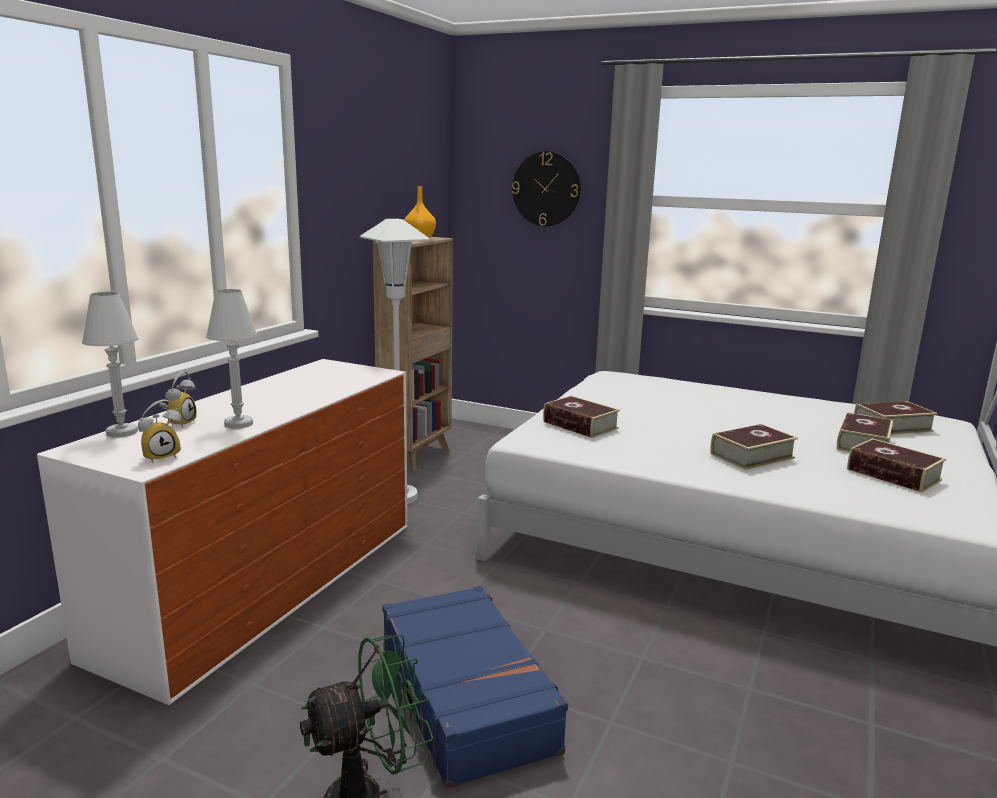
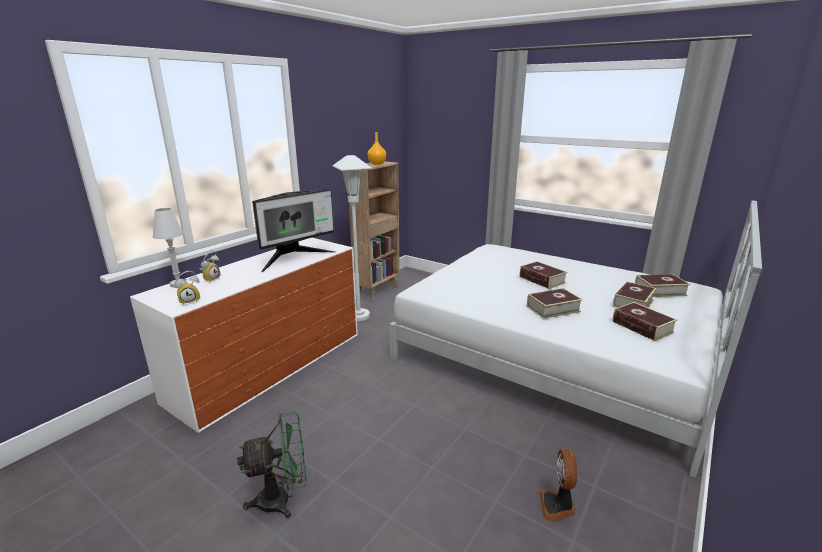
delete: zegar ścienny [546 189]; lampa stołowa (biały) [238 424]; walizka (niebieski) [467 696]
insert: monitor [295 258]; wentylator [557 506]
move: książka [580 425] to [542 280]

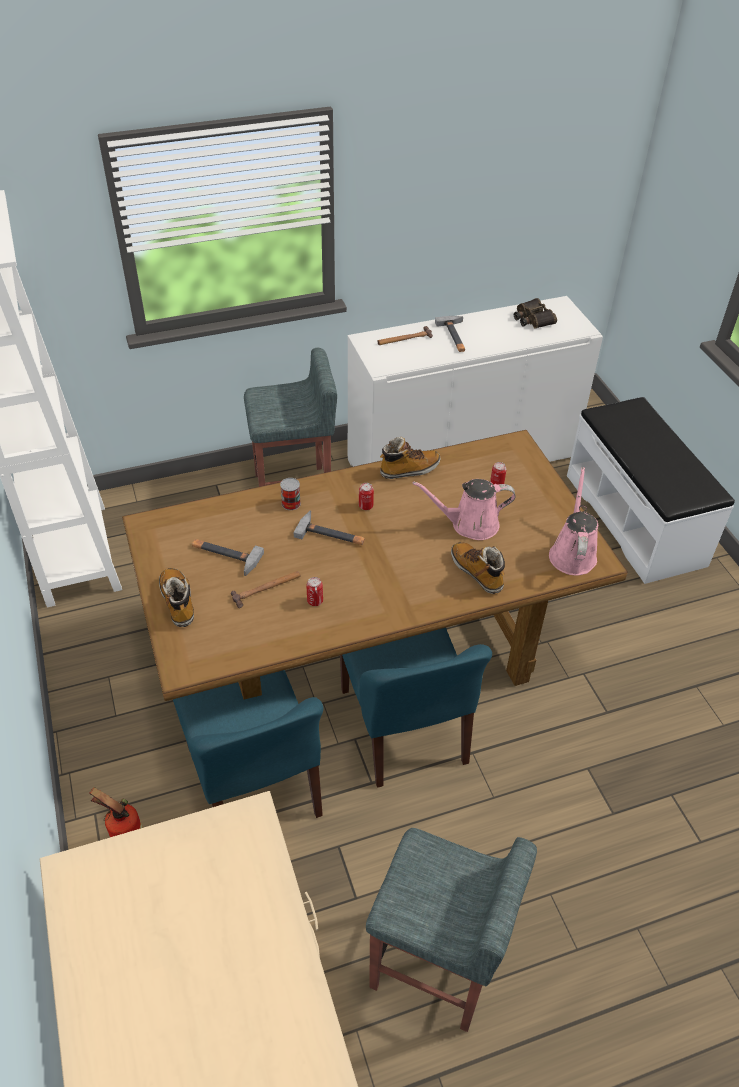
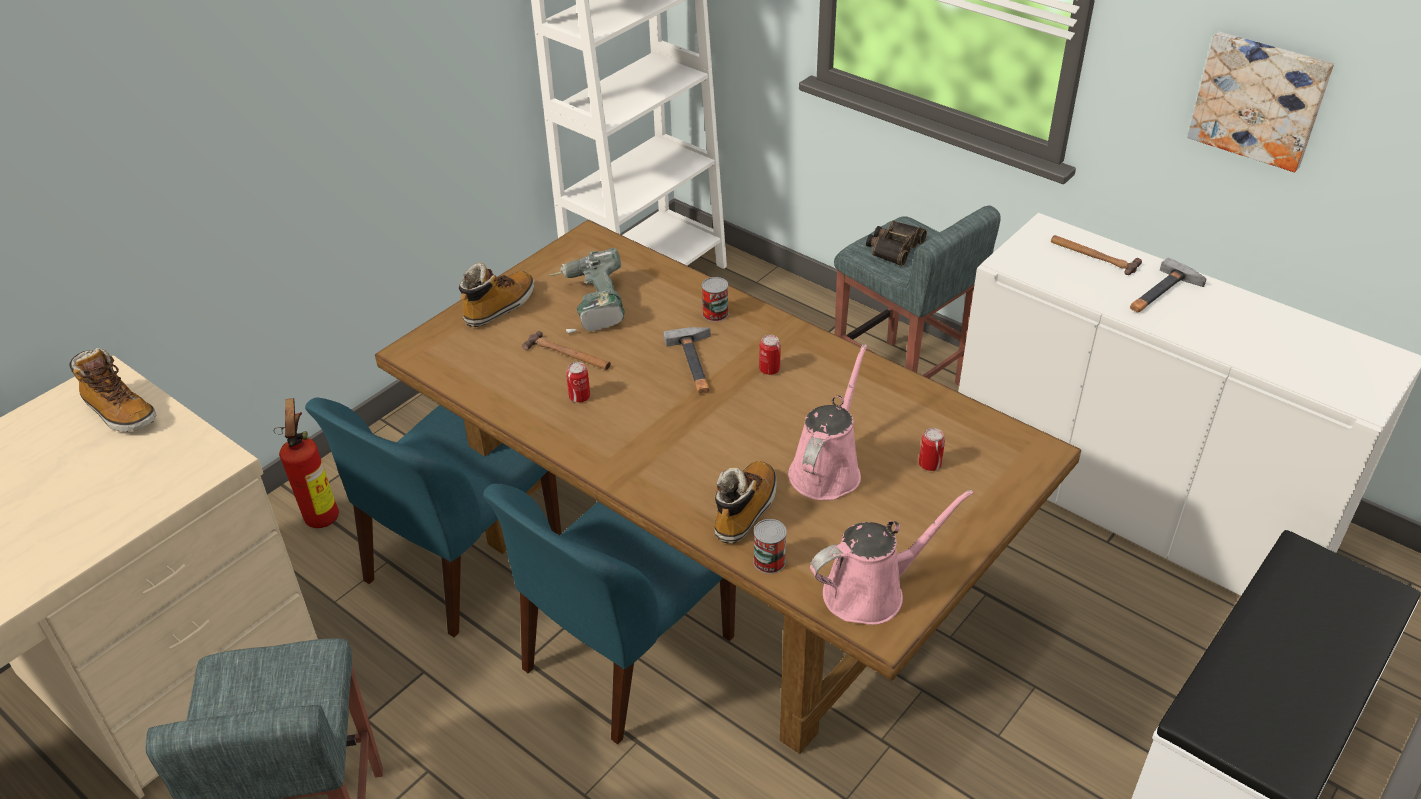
insert: obraz [1259 99]; puszka [769 561]
move: lornetka [532 318] to [894 247]; but z cholewką [409 470] to [119 412]
replace: młotek [224 555] to wiertarka [591 306]
rotate: konewka (różowy) [470 524] = [827 469] 60 degrees clockwise

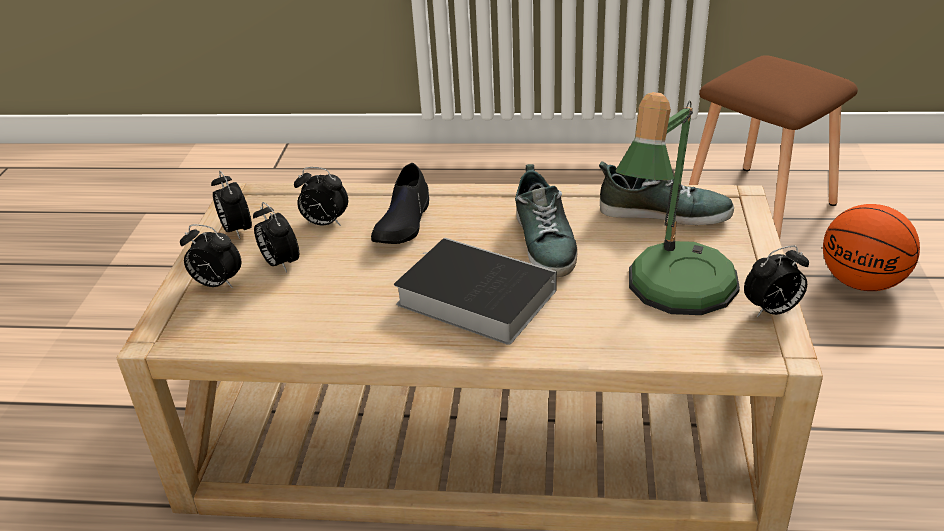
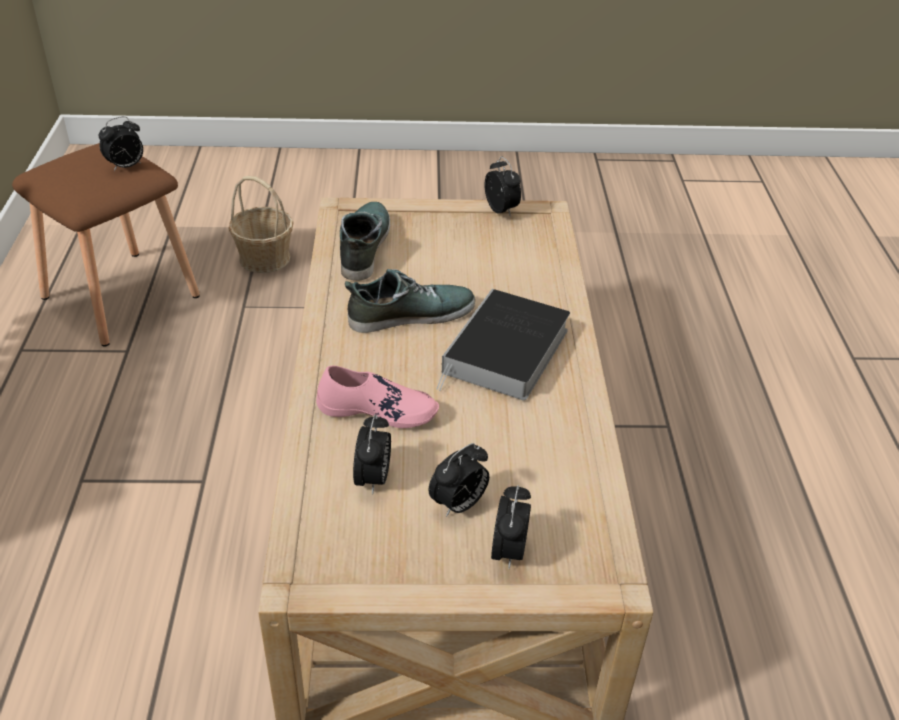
delete: lampa stołowa [673 292]
move: budzik [236 230] to [126 167]
replace: piłka do koszykówki [862 283] to koszyk [264 258]
recolor: but (czarny) [403 222] to but (różowy) [378 409]

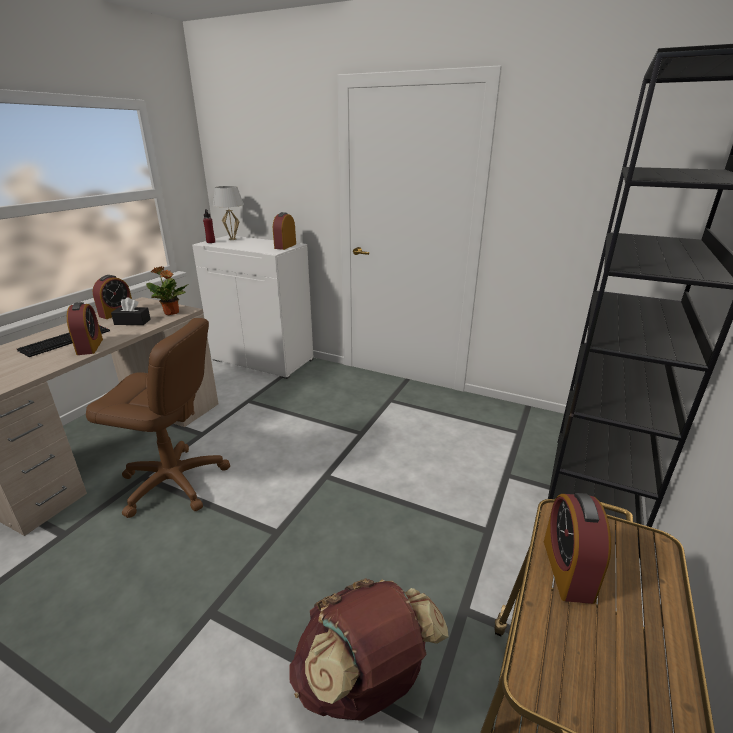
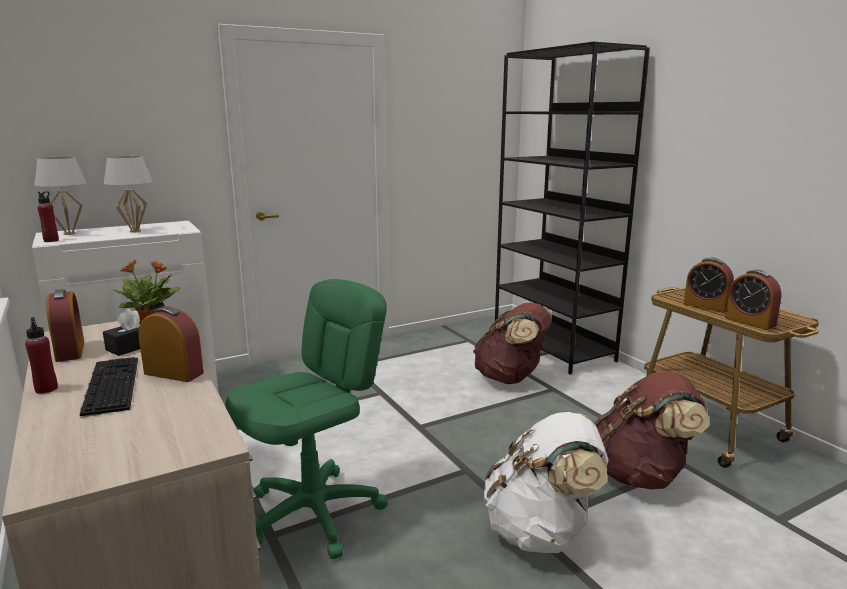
insert: lampa stołowa (biały) [135 231]; plecak (brązowy) [511 378]; butelka (czerwony) [46 389]; plecak (biały) [541 532]
move: budzik [285 246] to [750 322]
recolor: krzesło biurowe (brązowy) [174 482] to krzesło biurowe (zielony) [314 514]

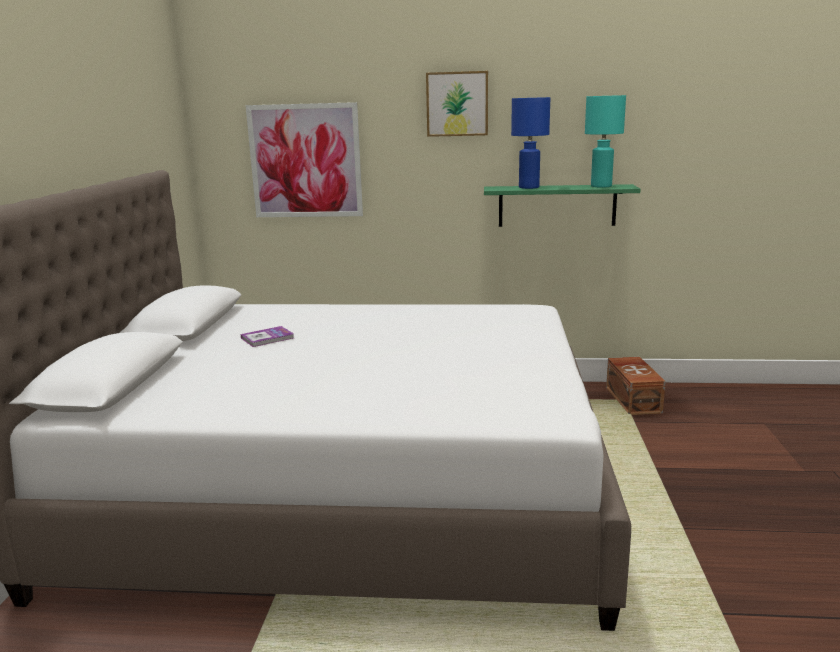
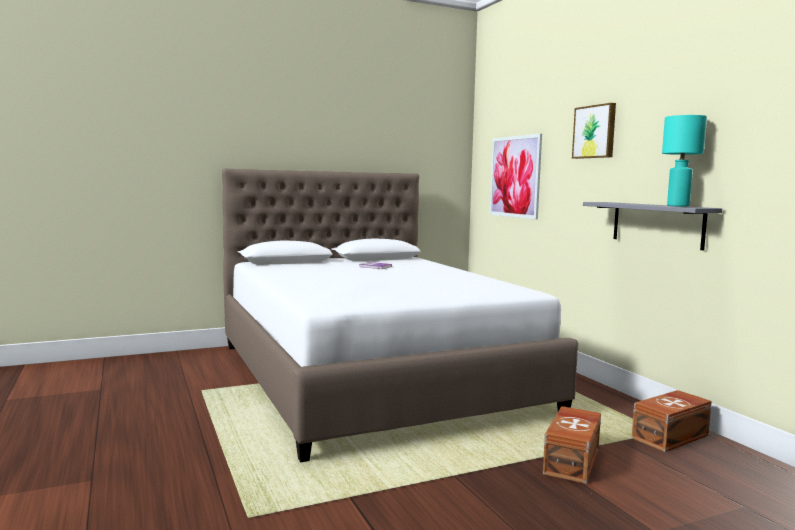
delete: lampa stołowa (niebieski) [529 187]
insert: pojemnik do przechowywania (brązowy) [573 461]
recolor: półka (zielony) [557 205] to półka (szary) [657 224]

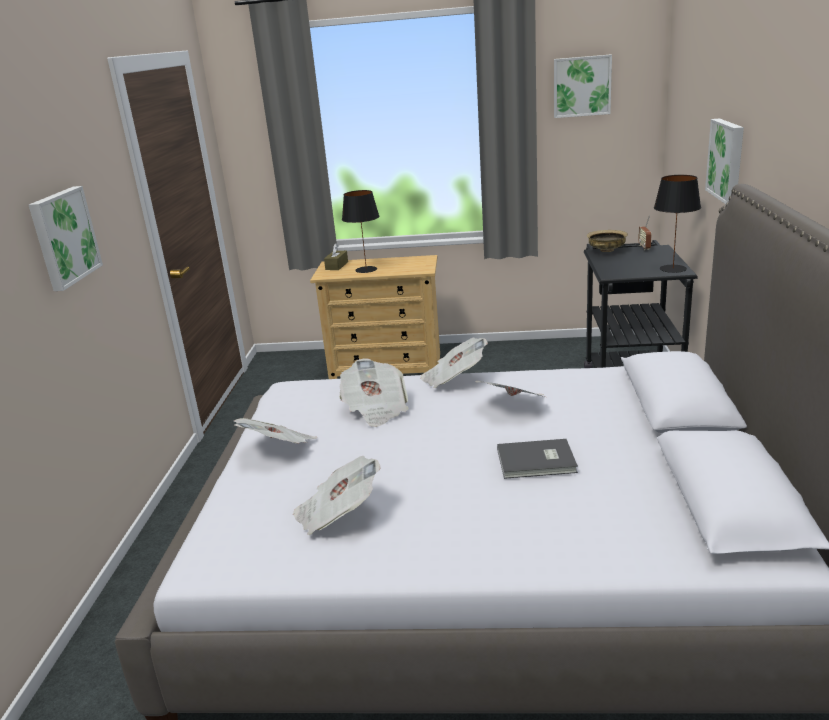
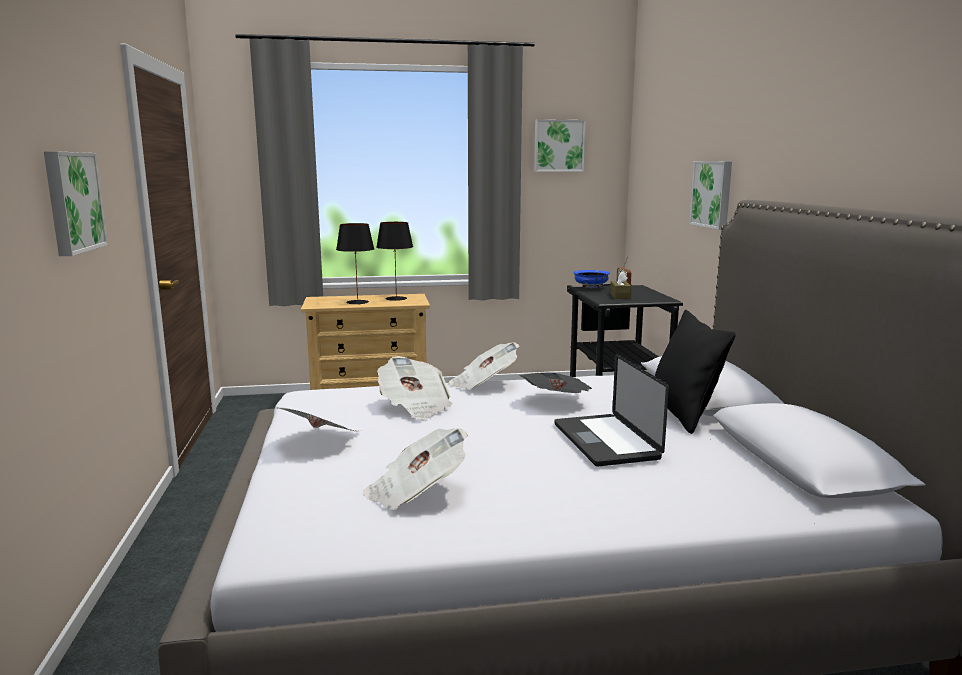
insert: poduszka (czarny) [683 414]
move: lampa stołowa (czarny) [672 269] to [395 298]; pudełko chusteczek (brązowy) [337 266] to [620 296]
replace: książka (szary) [537 462] to laptop [605 441]
recolor: miska (beżowy) [606 250] to miska (niebieski) [591 287]

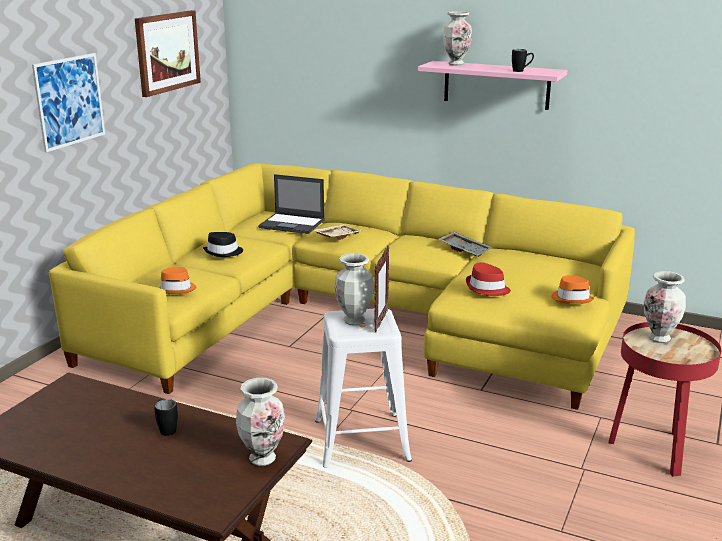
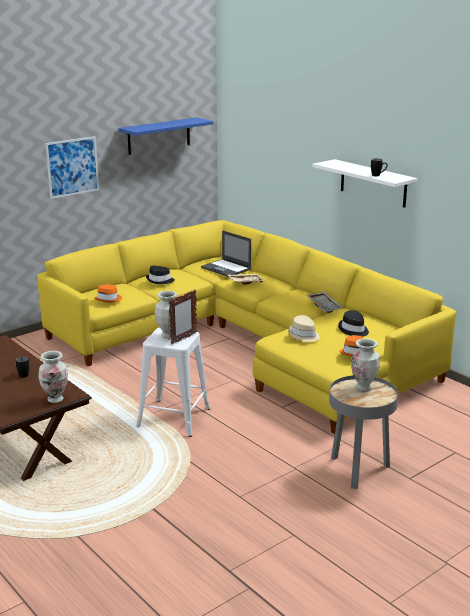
delete: wazon [456 64]
insert: kapelusz (czarny) [353 330]
replace: obraz [167 52] to półka (niebieski) [159 136]
recolor: półka (różowy) [496 85] to półka (biały) [373 183]; kapelusz (czerwony) [487 288] to kapelusz (beżowy) [304 335]; stolik (czerwony) [654 450] to stolik (szary) [358 470]

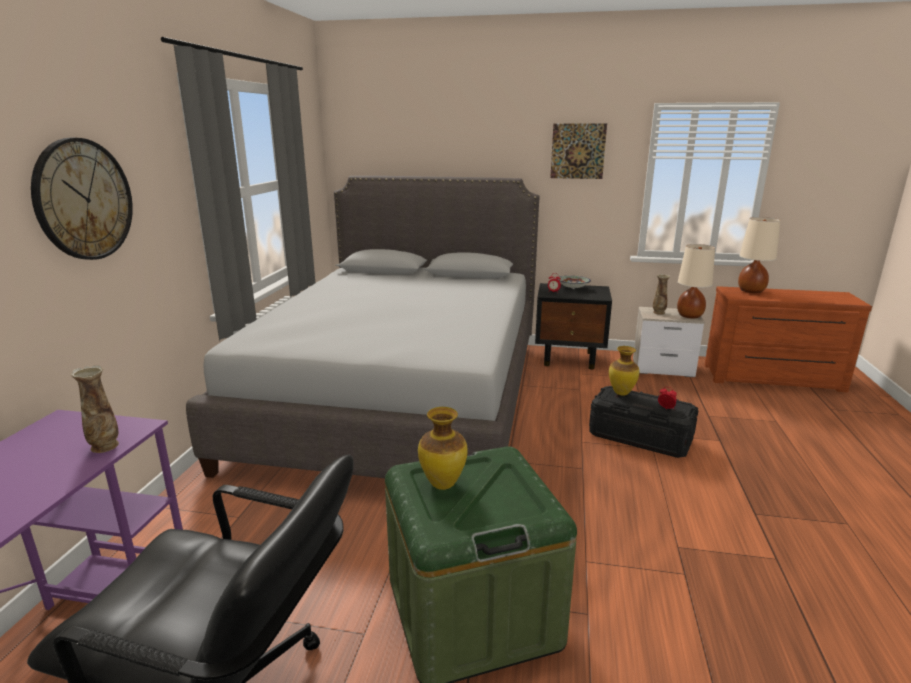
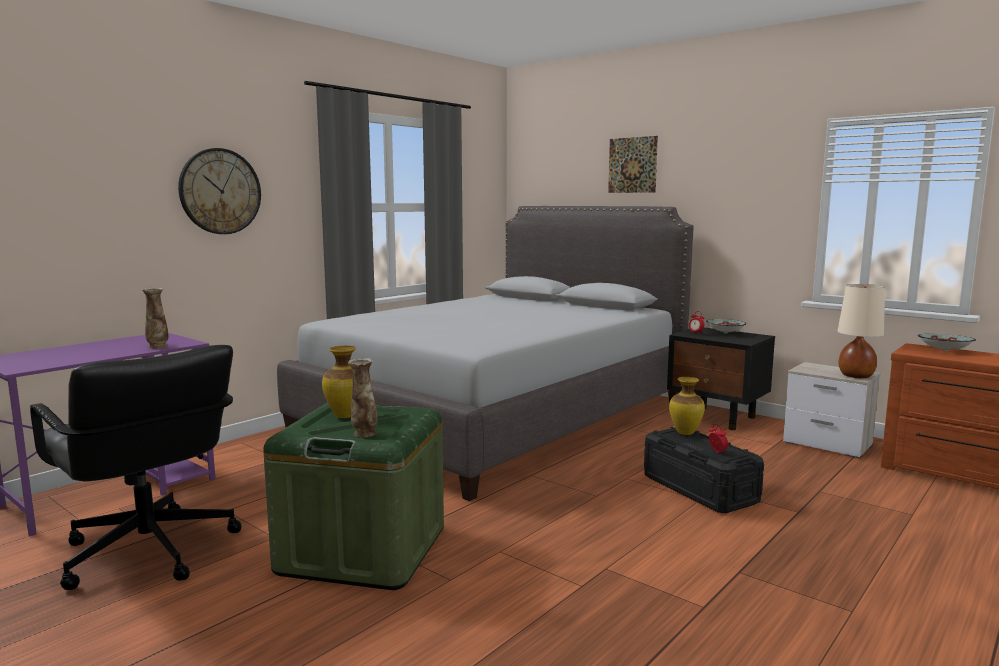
move: obraz [578 151] to [632 165]; wazon [658 313] to [364 433]
replace: lampa stołowa (beżowy) [751 291] to miska [944 351]

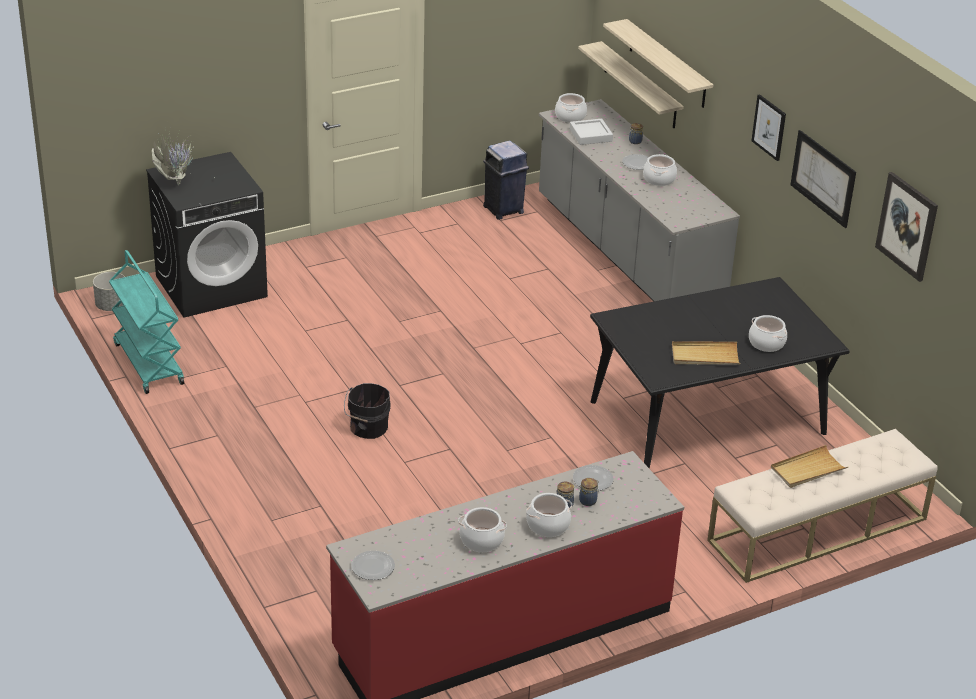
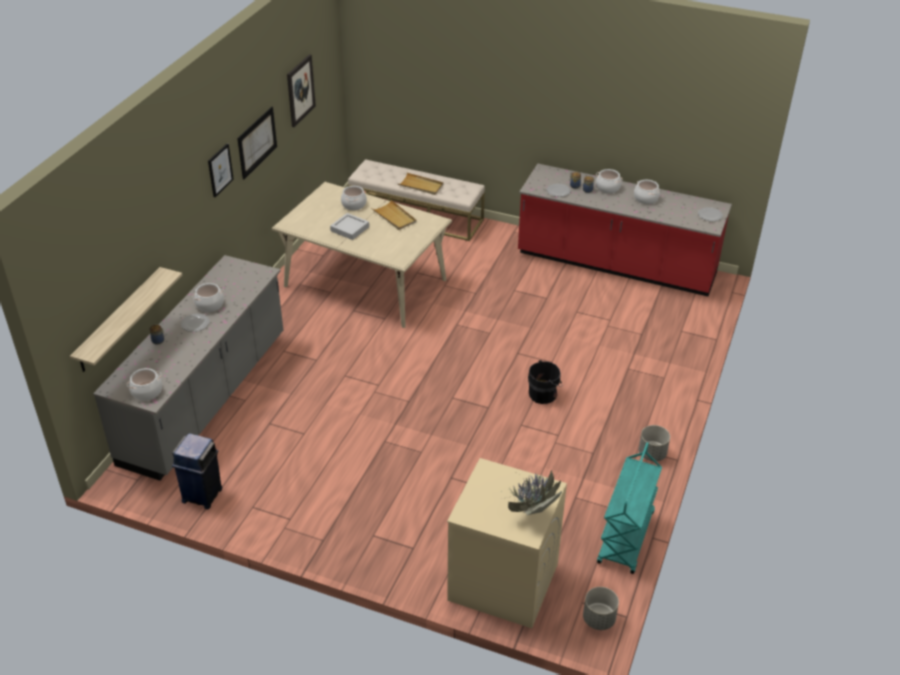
delete: półka [667 64]
insert: donica (szary) [652 454]
move: taca (szary) [590 135] to [349 229]
recolor: pralka (czarny) [212 286] to pralka (beżowy) [502 582]; stół jadalny (czarny) [706 418] to stół jadalny (beżowy) [366 283]

